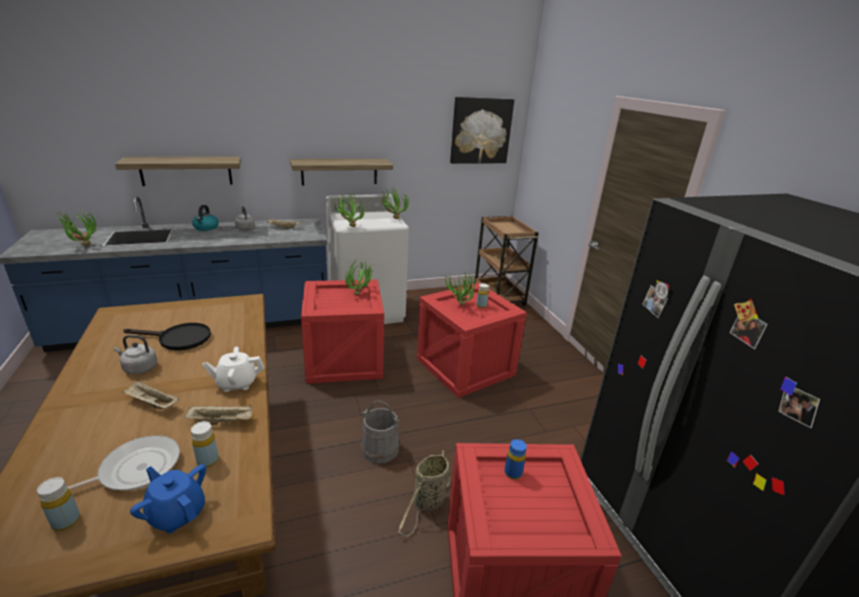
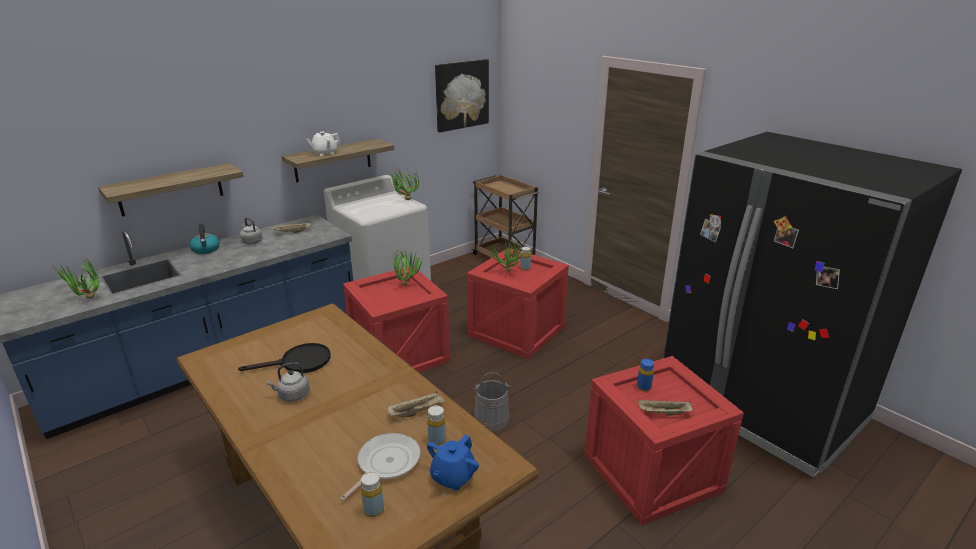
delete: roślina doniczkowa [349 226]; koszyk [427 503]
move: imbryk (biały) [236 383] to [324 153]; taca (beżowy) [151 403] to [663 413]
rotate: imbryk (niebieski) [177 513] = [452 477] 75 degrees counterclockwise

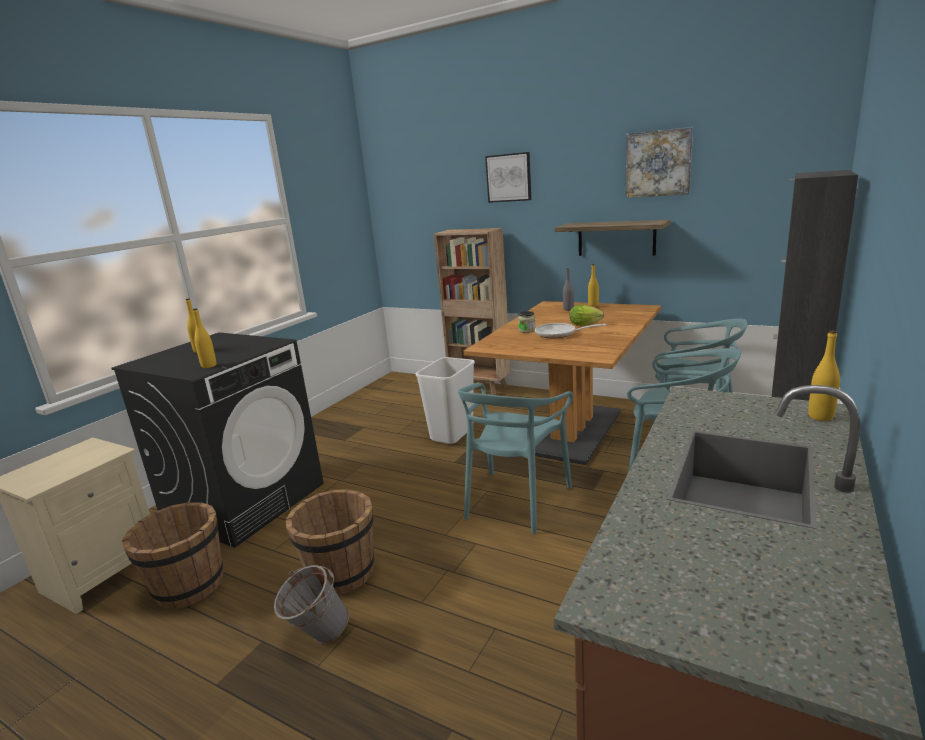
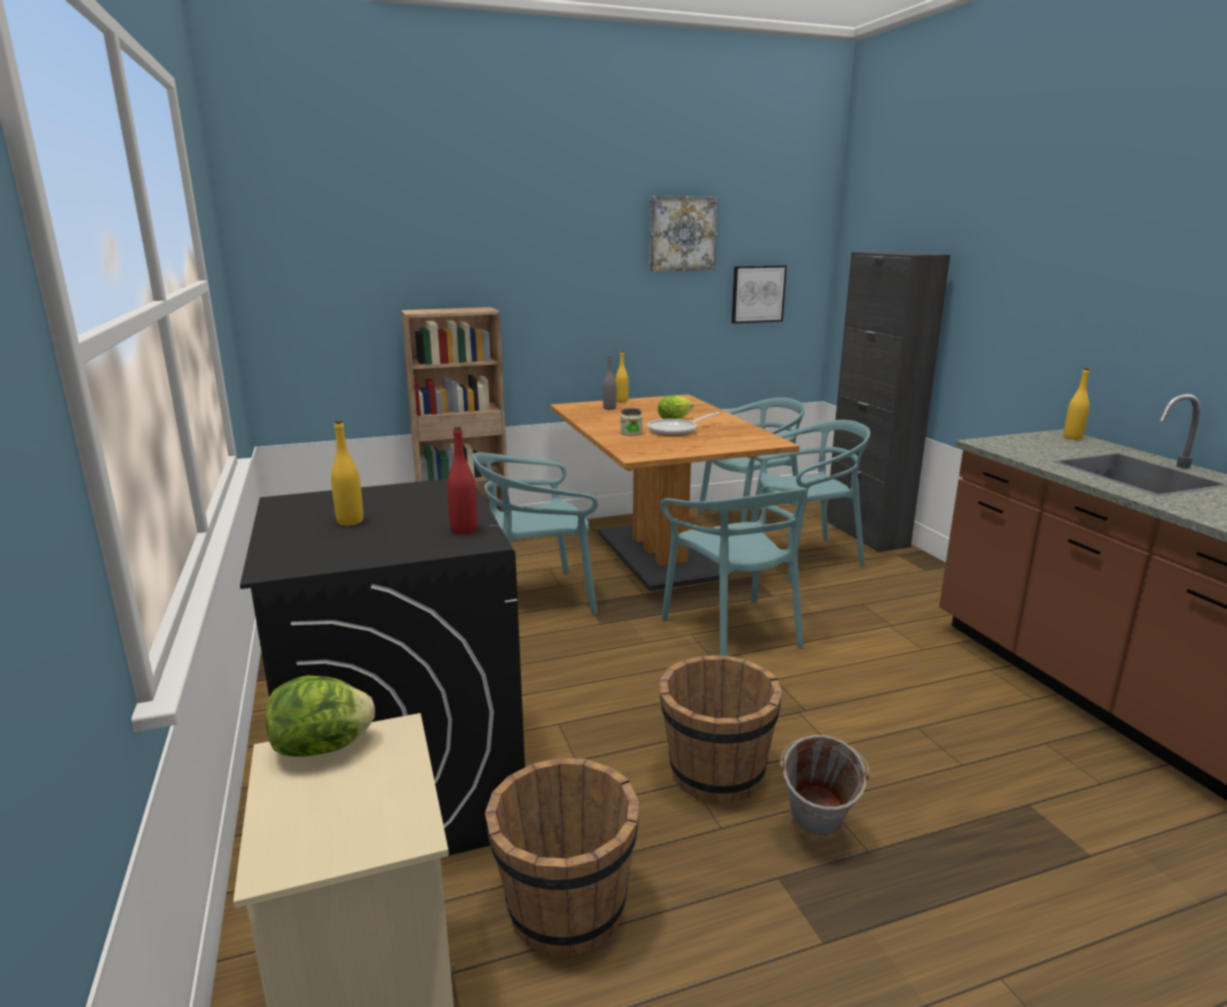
delete: półka [616 238]
insert: sałata [323 748]
move: obraz [509 177] to [757 294]
replace: kosz na śmieci (biały) [451 434] to krzesło (turkusowy) [536 599]
recolor: butelka (żółty) [209 366] to butelka (czerwony) [464 530]

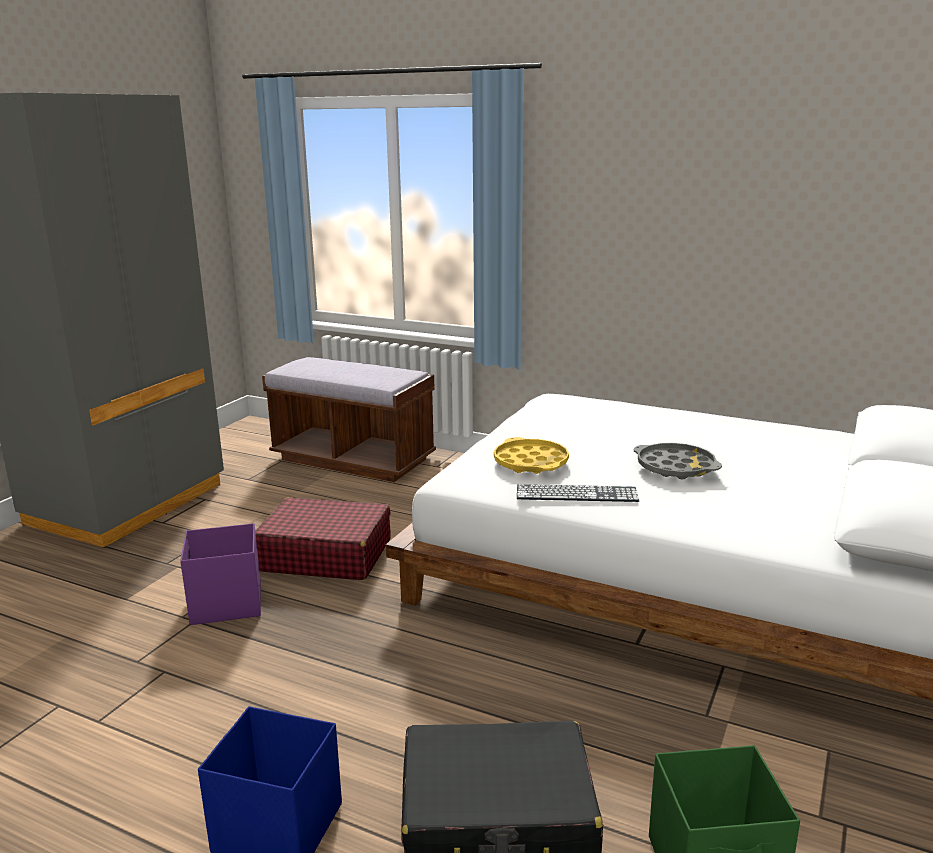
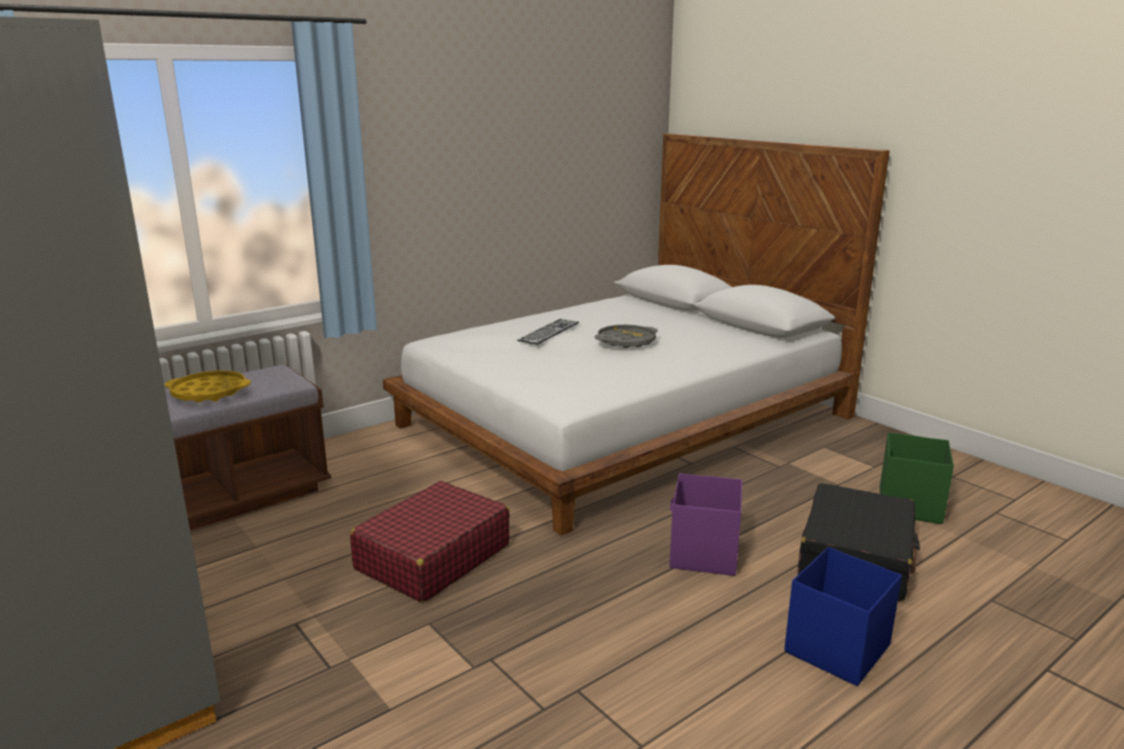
move: taca (żółty) [531 462] to [209 392]; klawiatura [576 493] to [549 331]; pojemnik do przechowywania (fioletowy) [225 604] to [703 554]

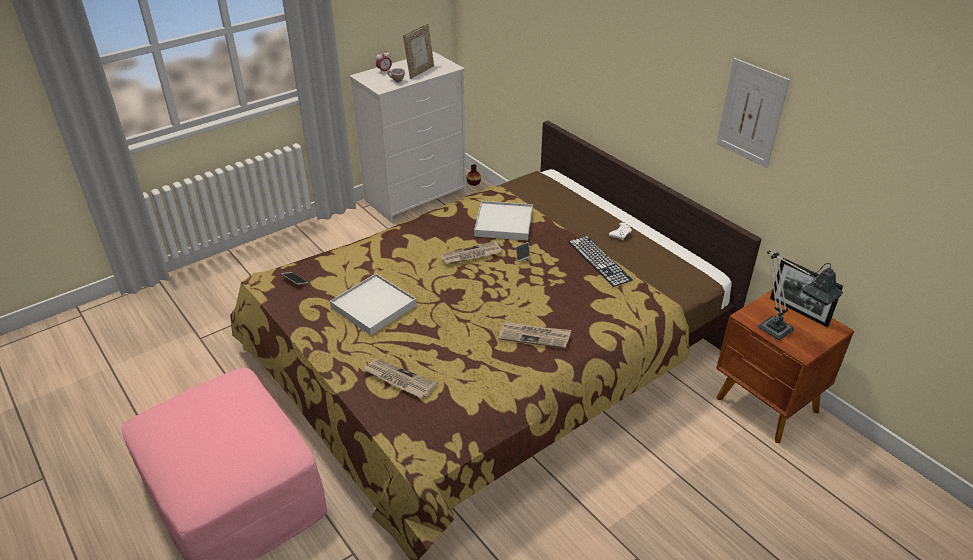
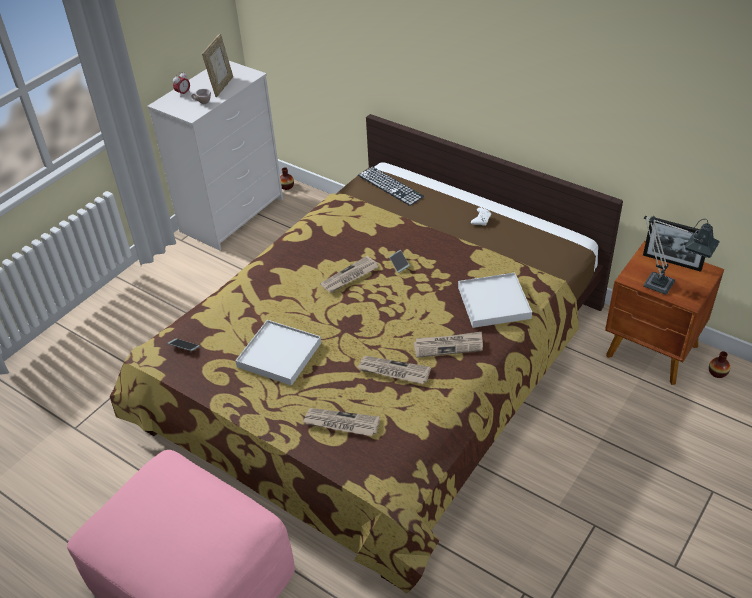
delete: obraz [751 113]
insert: wazon [717 372]; gazeta [393 371]
move: taca (biały) [504 223] to [494 303]; klawiatura [599 260] to [390 186]

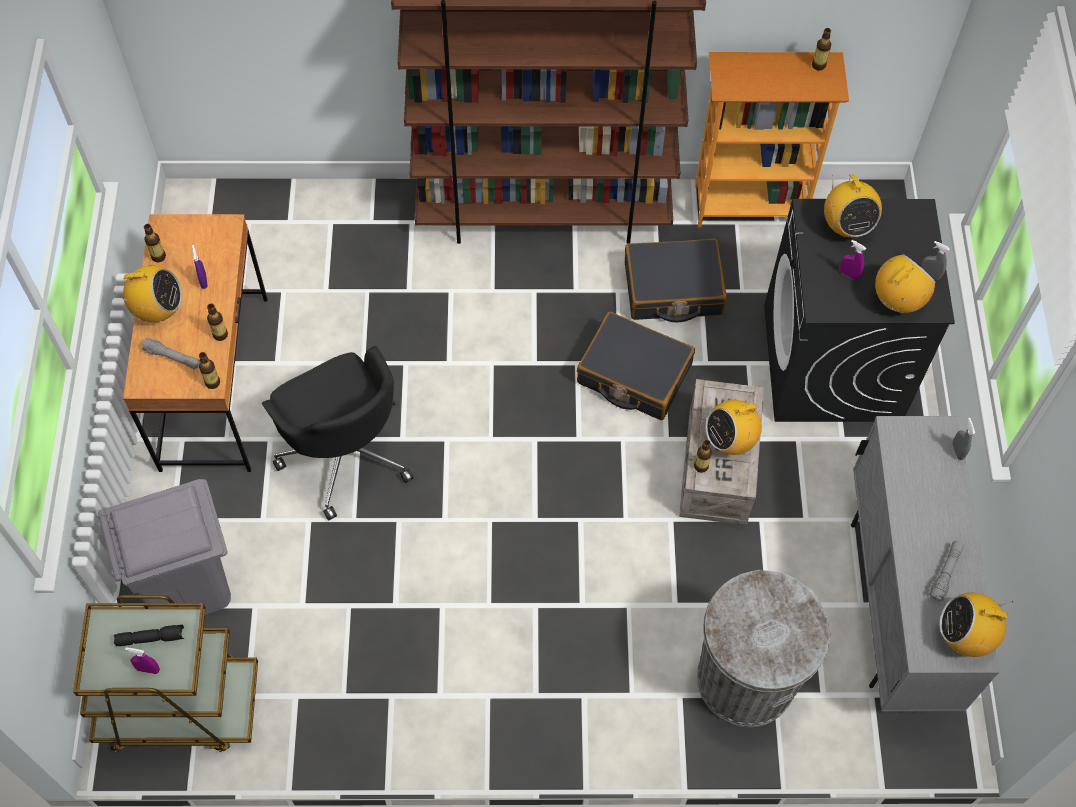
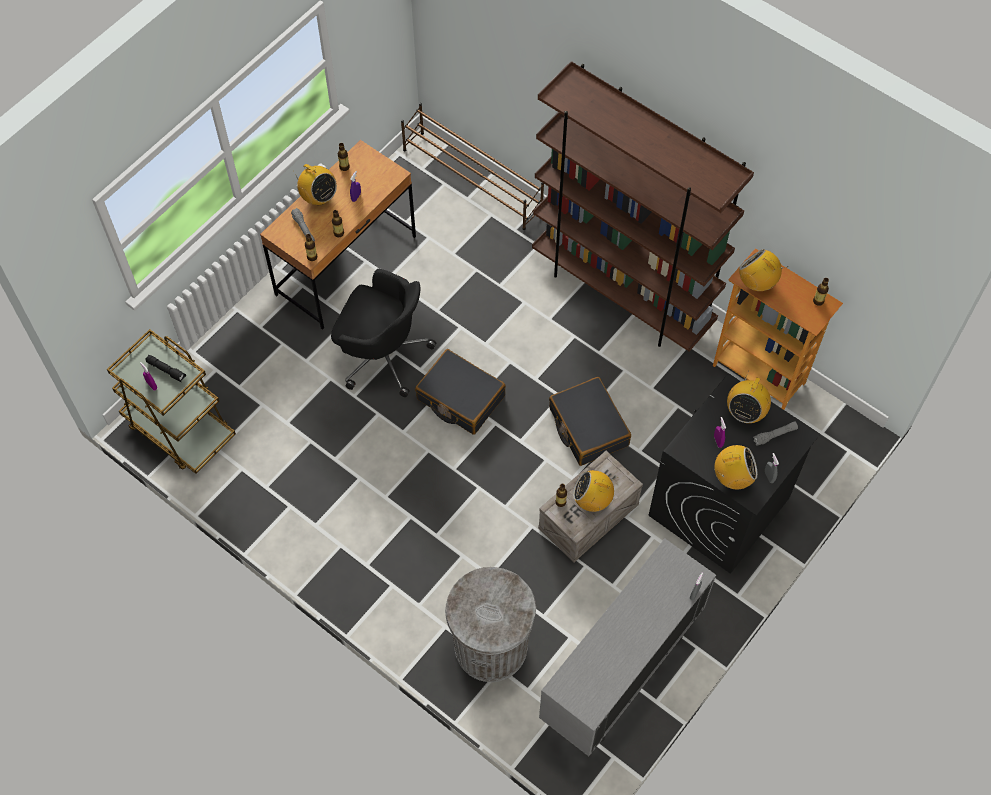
delete: kosz na śmieci (szary) [189 586]
insert: regał na buty (brązowy) [472 180]
move: walizka (czarny) [673 289] to [460 398]; latarka (szary) [945 573] to [775 435]; radio [964 636] to [757 282]
rotate: krzesło biurowe (czarny) [345 452] = [382 354] 75 degrees counterclockwise

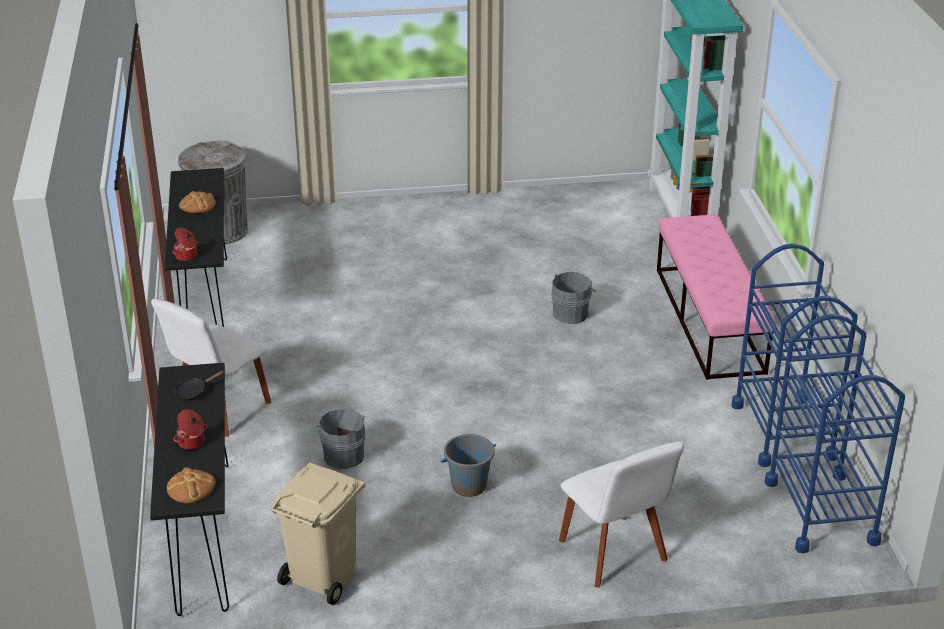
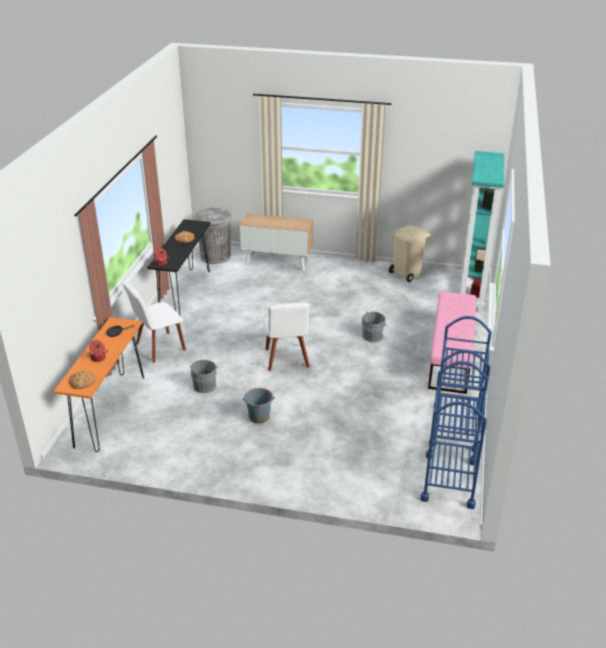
insert: szafka [277 262]
move: krzesło (biały) [615 554] to [287 359]; kosz na śmieci (beżowy) [324 577] to [407 274]
recolor: stolik konsolowy (czarny) [203 536] to stolik konsolowy (pomarańczowy) [110 411]

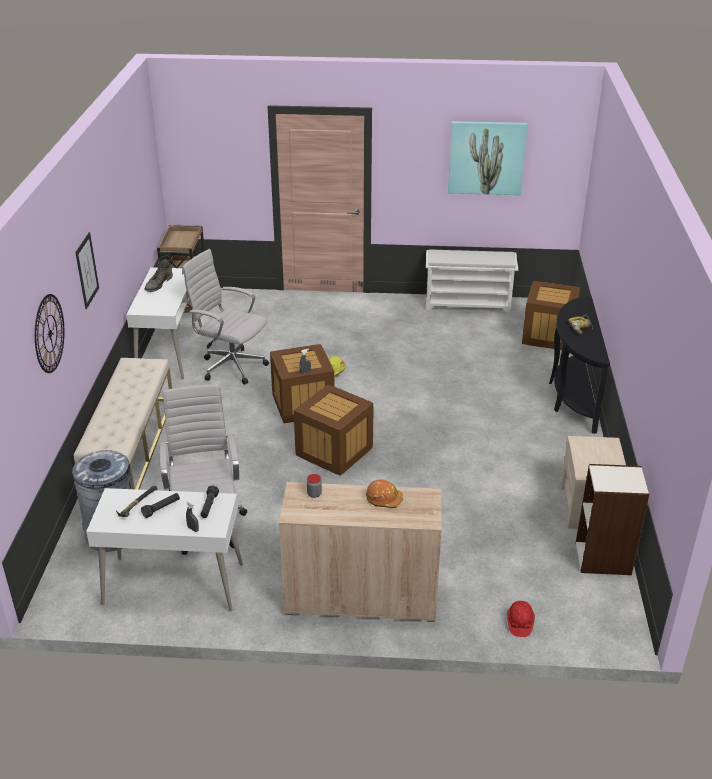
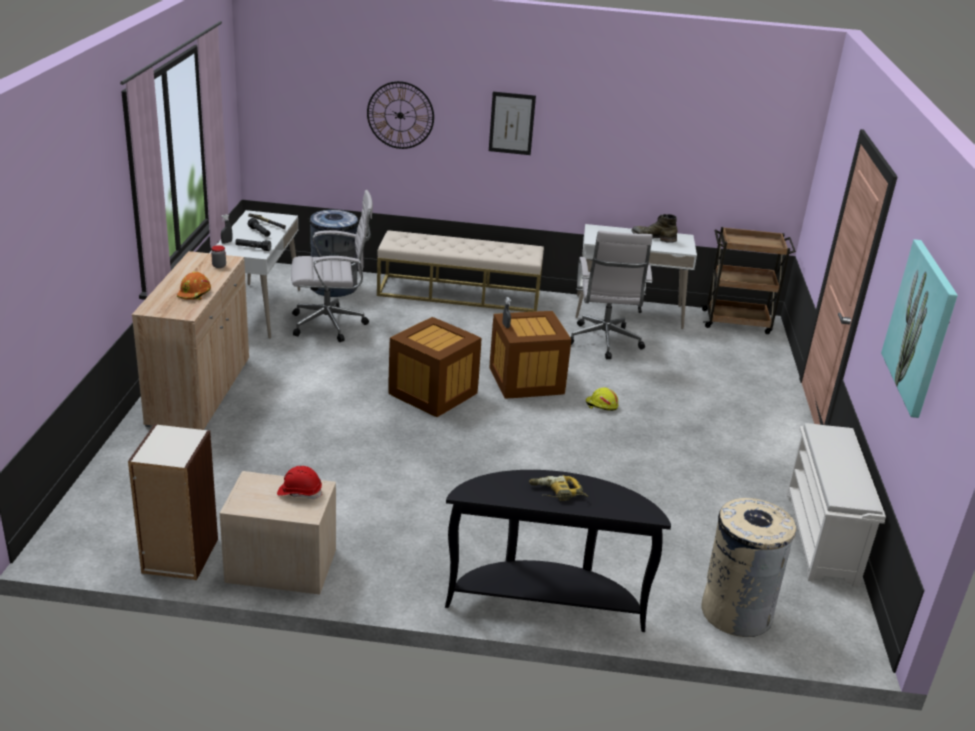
move: kask (czerwony) [519 623] to [299 492]
replace: skrzynka [548 336] to kosz na śmieci (beżowy) [736 611]
rotate: krzesło biurowe (biały) [230 366] = [604 343] 150 degrees clockwise

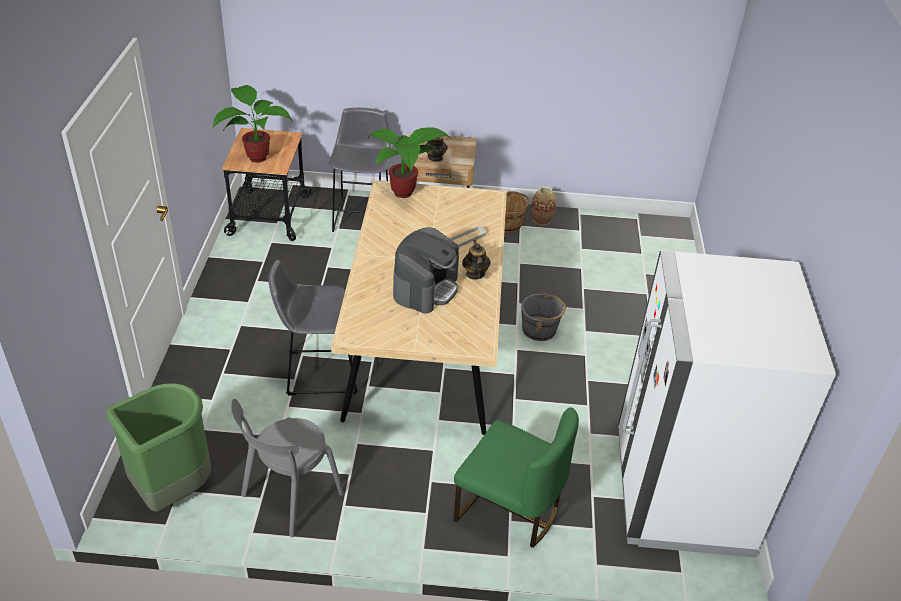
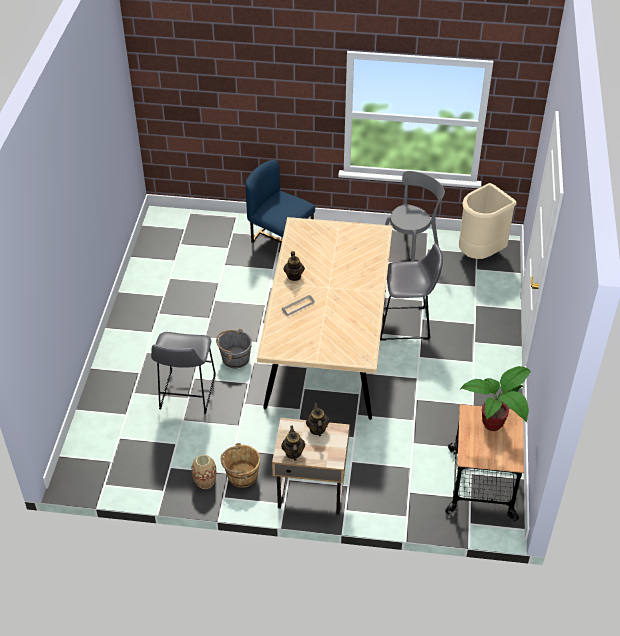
delete: roślina doniczkowa [404 195]; ekspres do kawy [425 288]; lodówka (biały) [680 492]
insert: imbryk [293 453]
move: stołek (szary) [362 215] to [186 395]
recolor: kosz na śmieci (zielony) [173 489] to kosz na śmieci (beżowy) [480 253]; krzesło (zielony) [509 510] to krzesło (niebieski) [280 241]

